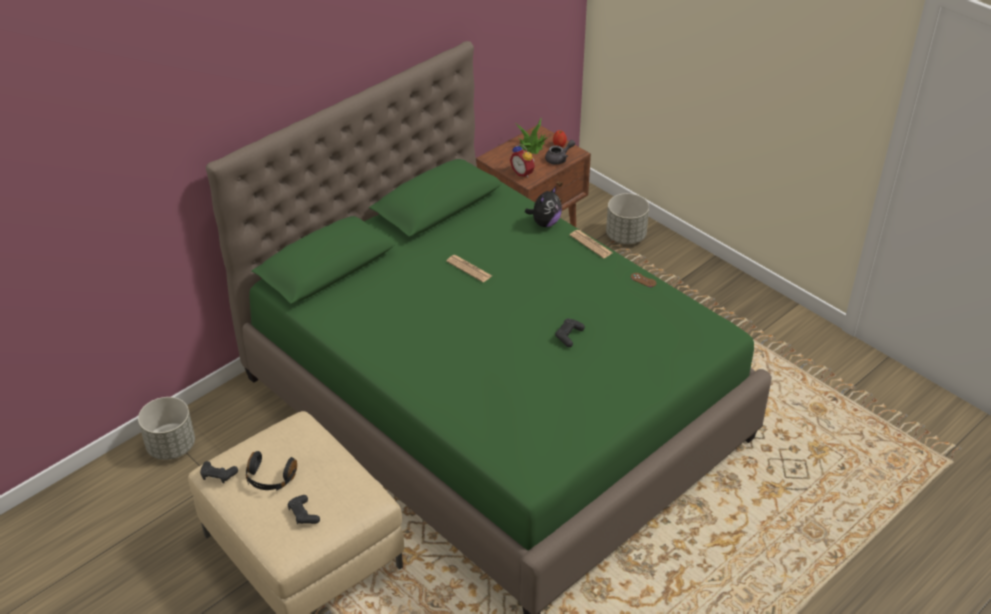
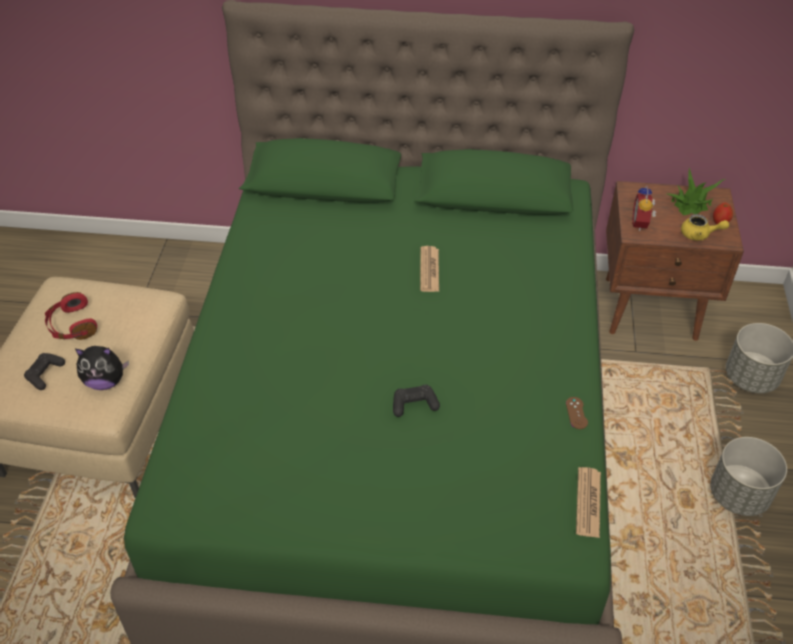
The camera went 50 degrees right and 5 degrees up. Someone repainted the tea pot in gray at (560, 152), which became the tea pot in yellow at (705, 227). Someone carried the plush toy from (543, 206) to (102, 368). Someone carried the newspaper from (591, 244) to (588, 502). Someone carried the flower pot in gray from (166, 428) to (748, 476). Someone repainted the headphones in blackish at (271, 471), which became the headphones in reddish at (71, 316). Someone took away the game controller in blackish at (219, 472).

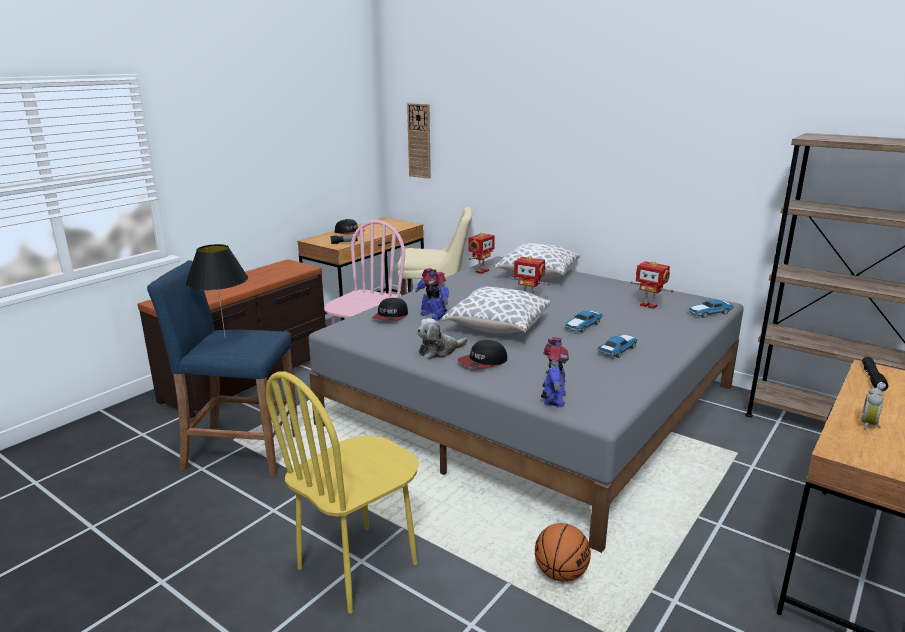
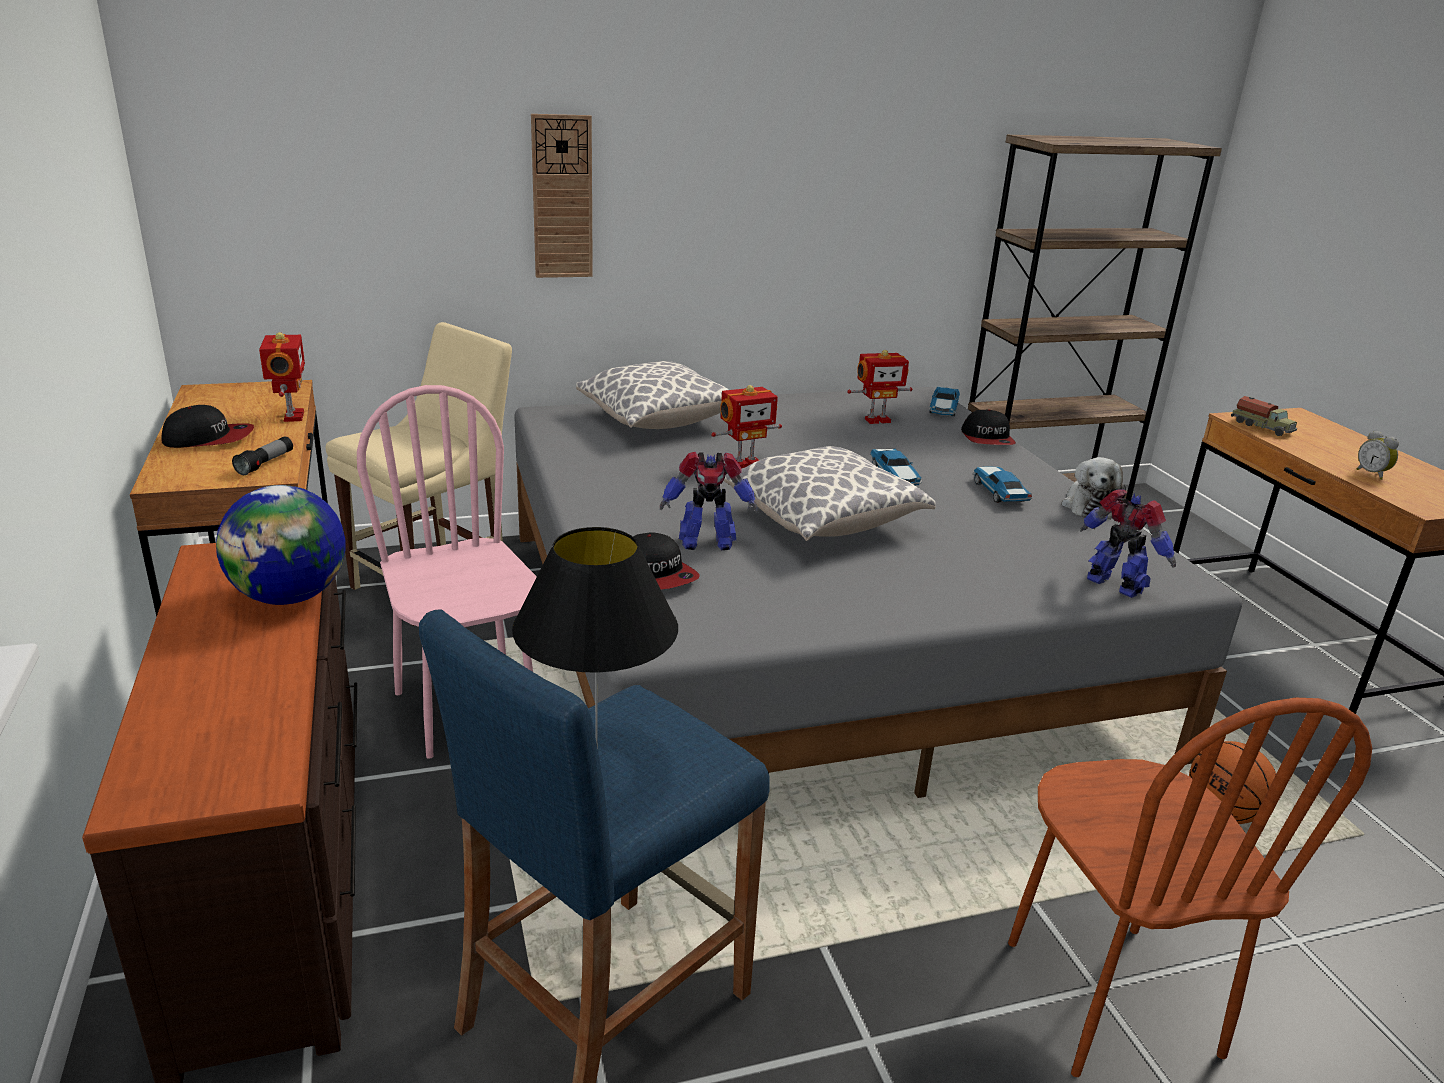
The camera went 55 degrees left and 5 degrees up. Someone carried the clock on the wall from (419, 141) to (562, 196). Someone carried the model robot from (482, 253) to (282, 377). Someone carried the plush toy from (442, 338) to (1093, 488). Someone carried the baseball cap from (482, 354) to (988, 427). Someone swapped the flashlight in blackish at (875, 374) for the toy lorry at (1264, 416). Someone repainted the upright chair in yellow at (342, 493), which became the upright chair in brownish at (1190, 887). Someone put down the world globe at (281, 545).

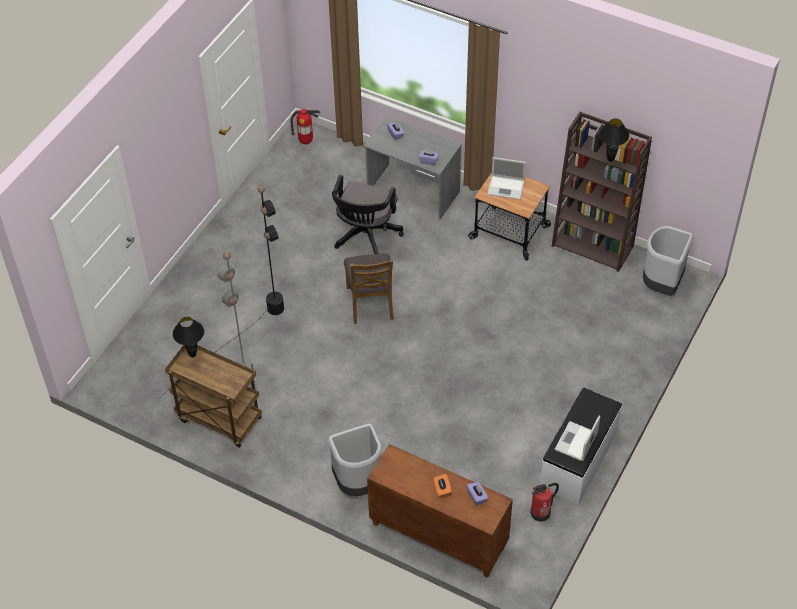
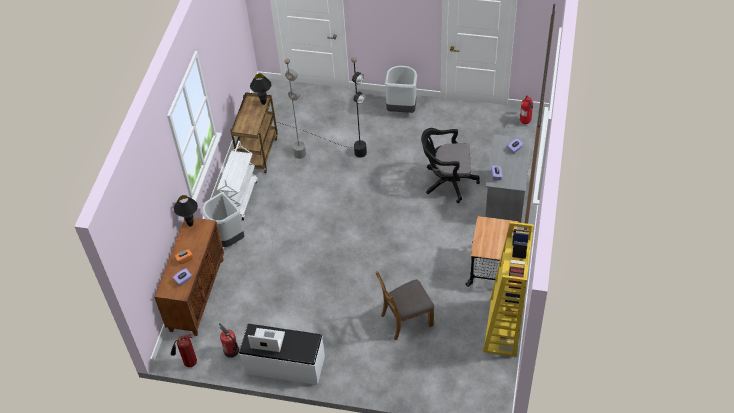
The camera went 75 degrees right and 0 degrees up. Someone repainted the bookshelf in brownish at (602, 192), which became the bookshelf in yellow at (508, 289). Someone carried the tabletop lamp in blackish from (614, 140) to (186, 210). Someone took away the portable computer at (506, 178). Someone carried the trash can in gray from (668, 261) to (401, 89). Someone carried the upright chair in brownish from (368, 288) to (404, 305). Someone put down the wheeled cart in white-coloured at (237, 180). Someone put down the fire-fighting cylinder at (184, 350).

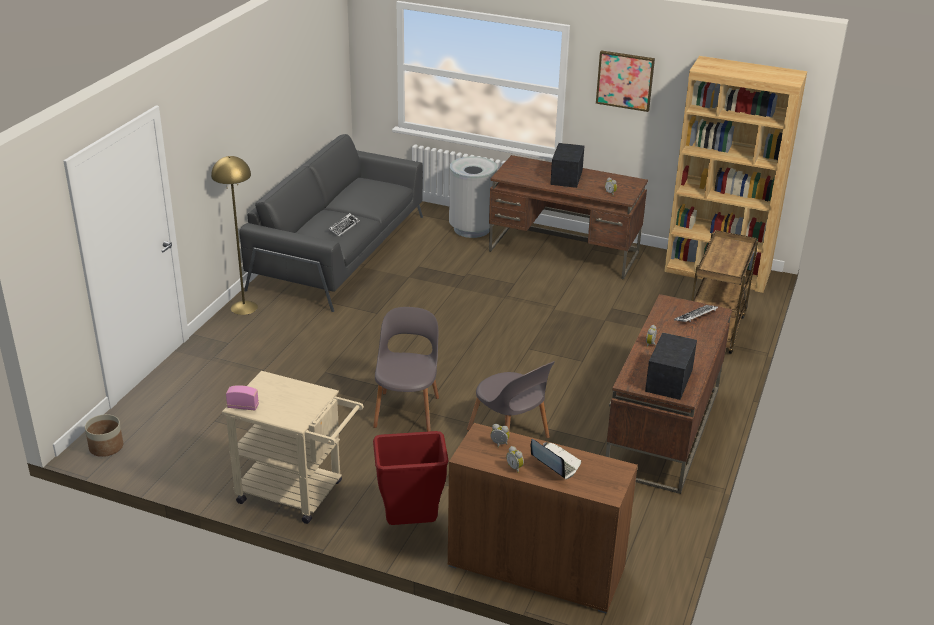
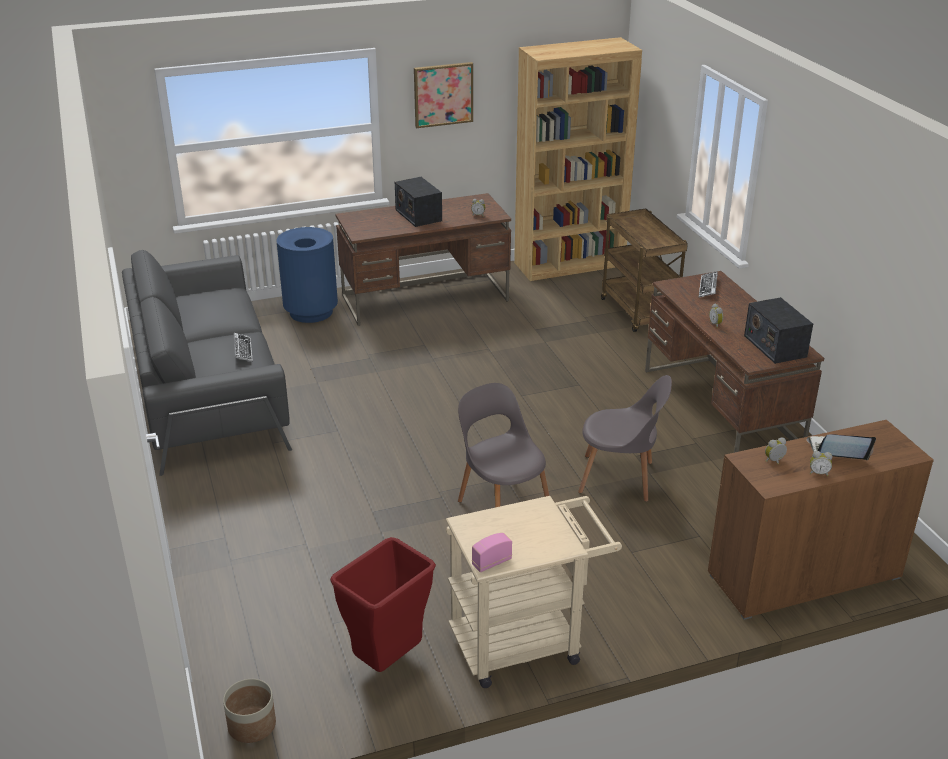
The camera went 40 degrees left and 0 degrees up. Someone took away the floor lamp in yellow at (234, 235). Someone repainted the trash can in gray at (473, 197), which became the trash can in blue-coloured at (307, 275). Someone carried the trash can in reddish from (411, 478) to (383, 604).

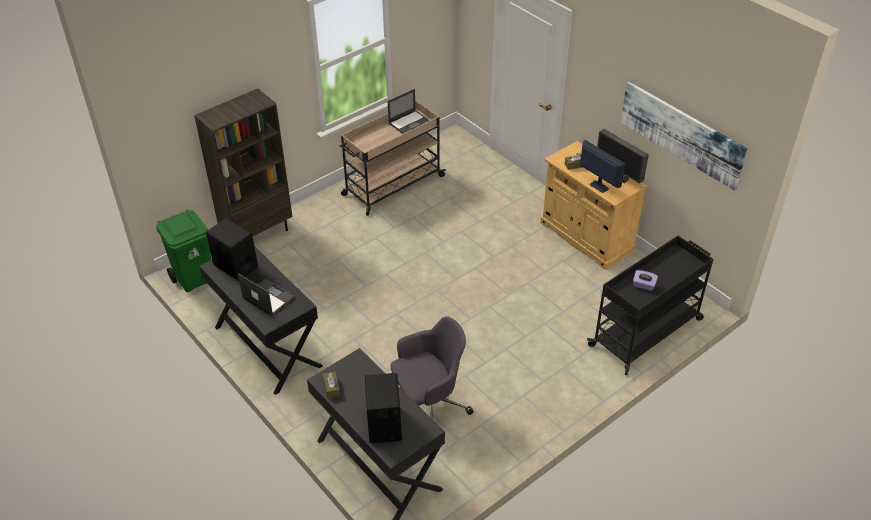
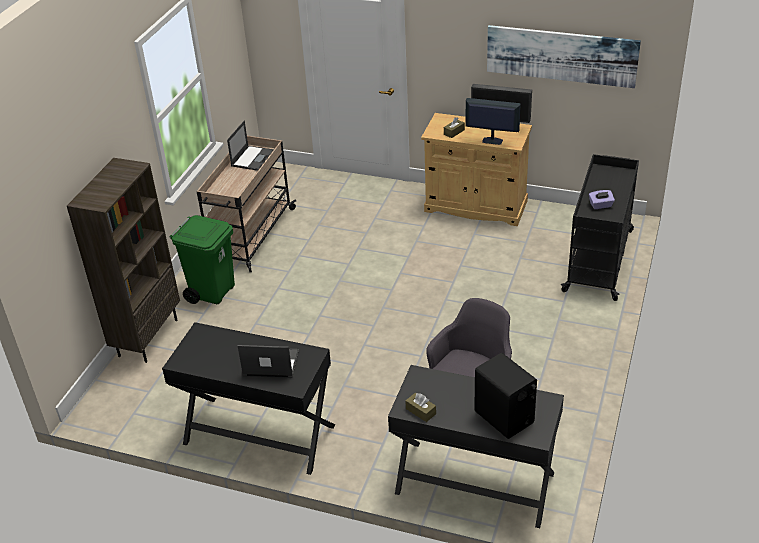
The camera went 30 degrees left and 5 degrees down. Someone carried the trash can in green from (183, 251) to (202, 259). Someone took away the speaker in blackish at (232, 249).

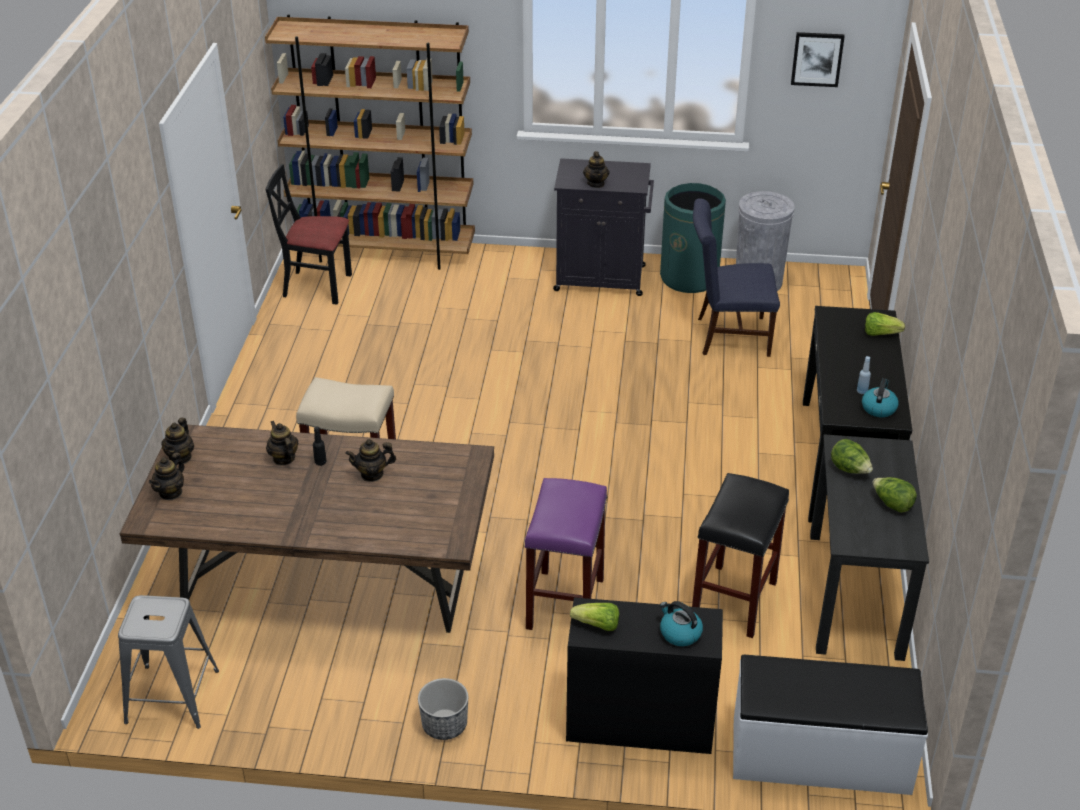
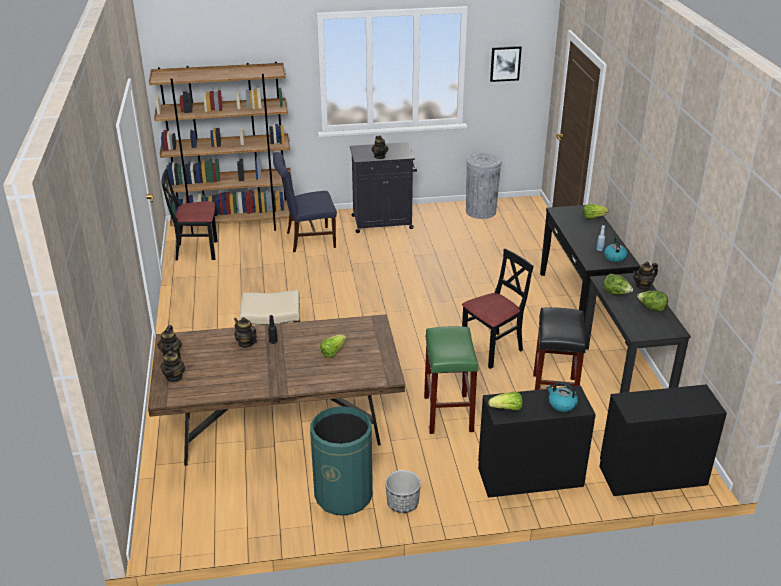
The camera went 15 degrees left and 5 degrees down. Someone carried the trash can in green from (693, 238) to (341, 461). Someone carried the upright chair in blue-coloured from (736, 277) to (305, 202). Someone carried the tea pot from (370, 460) to (645, 275). Someone repainted the stool seat in purple-coloured at (565, 554), which became the stool seat in green at (451, 380). Someone took away the stool seat in gray at (168, 662). Someone swapped the long seat in white-coloured at (830, 725) for the chest of drawers in blackish at (663, 440). Someone put down the upright chair in blackish at (498, 309). Someone put down the lettuce head at (333, 346).

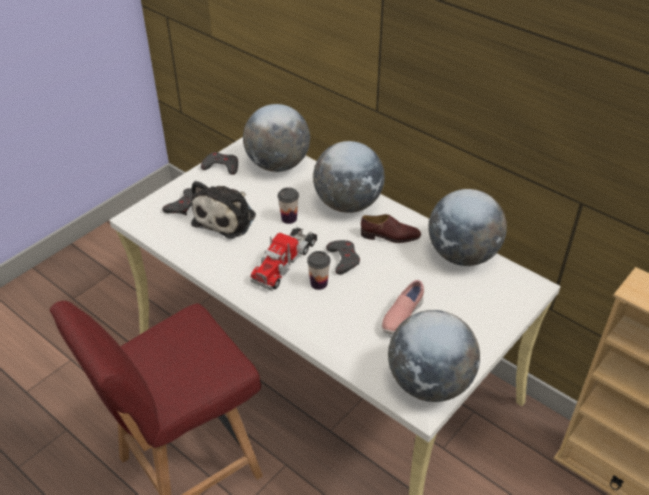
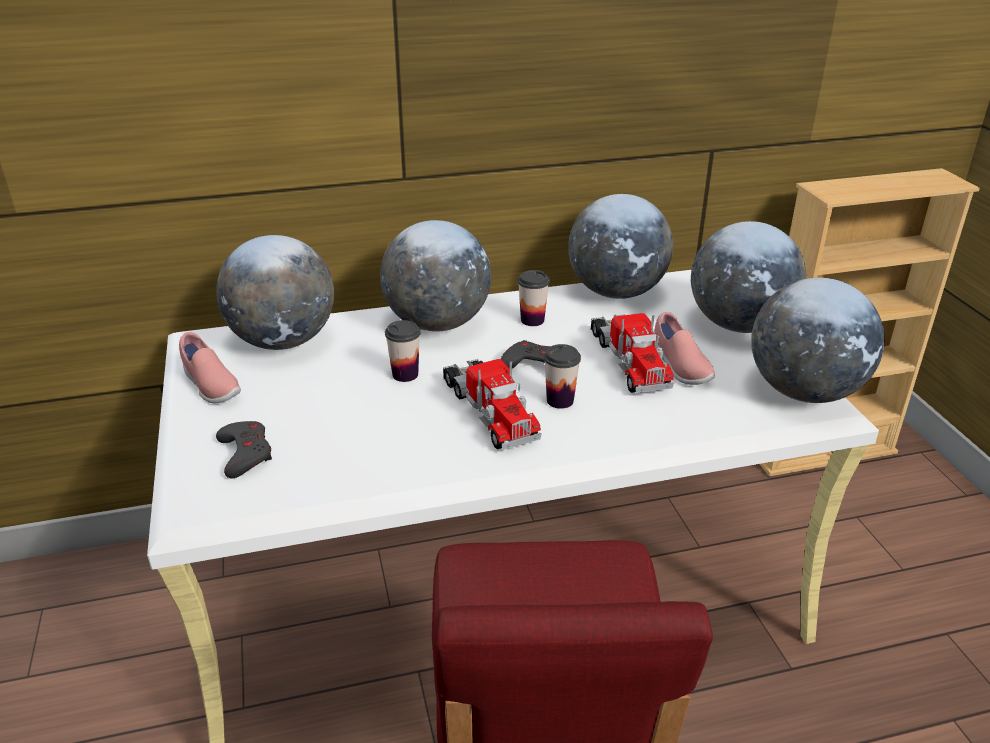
The camera went 55 degrees left and 10 degrees down. Someone swapped the game controller in gray at (219, 163) for the shoe in pink-coloured at (210, 367). Someone took away the plush toy at (223, 210). Someone swapped the shoe in brownish at (391, 228) for the small cup at (534, 298). Someone put down the world globe at (748, 277). Someone put down the toy lorry at (632, 353).

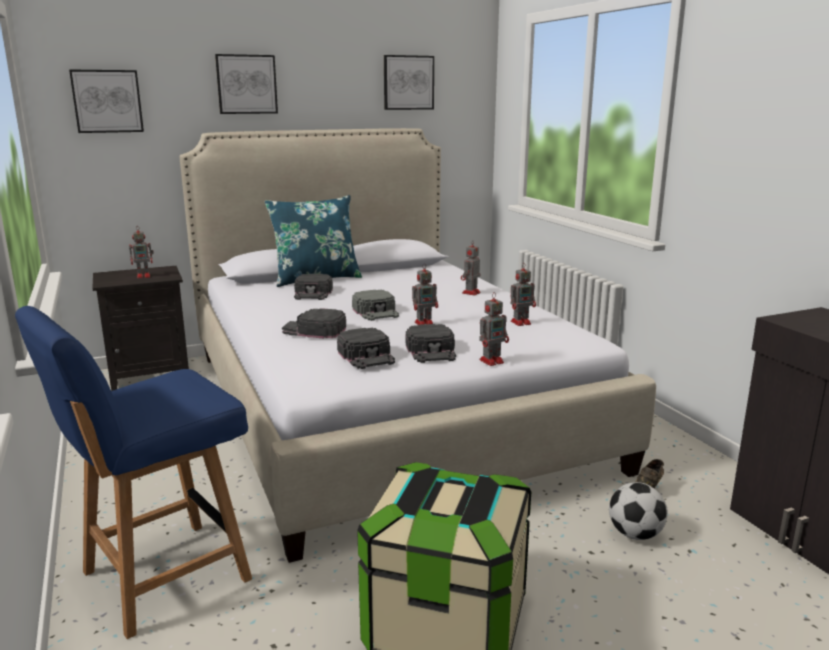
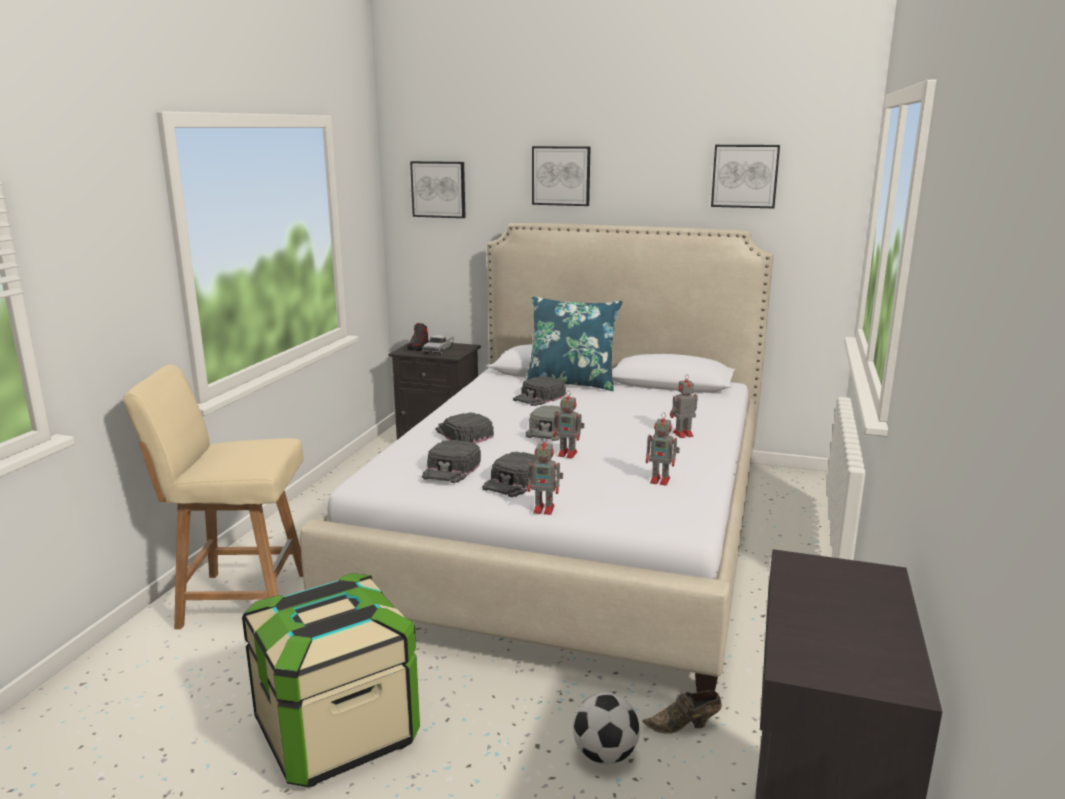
The camera went 40 degrees right and 0 degrees up. Someone swapped the model robot at (141, 252) for the toy lorry at (438, 345). Someone repainted the upright chair in blue-coloured at (133, 472), which became the upright chair in beige at (213, 497). Someone put down the shoe at (418, 337).

